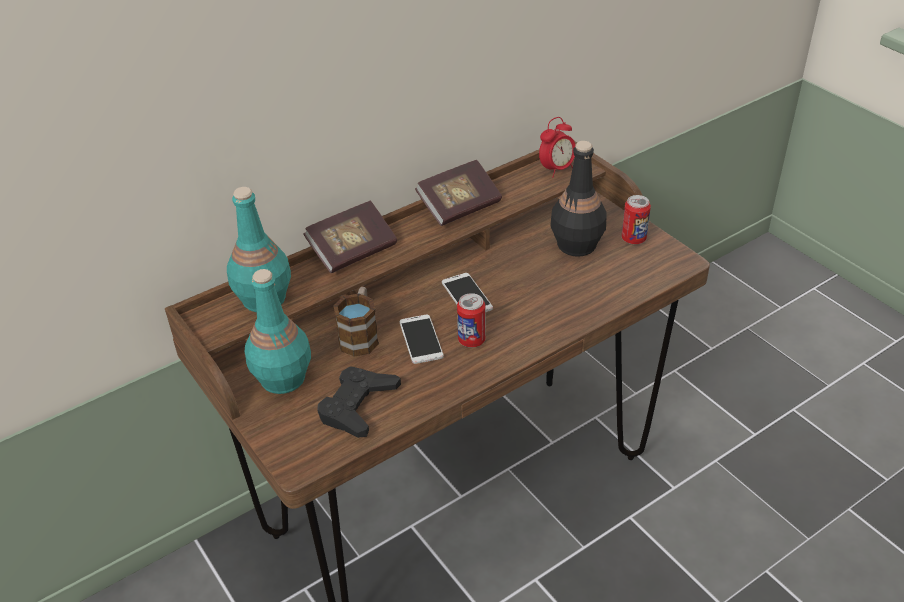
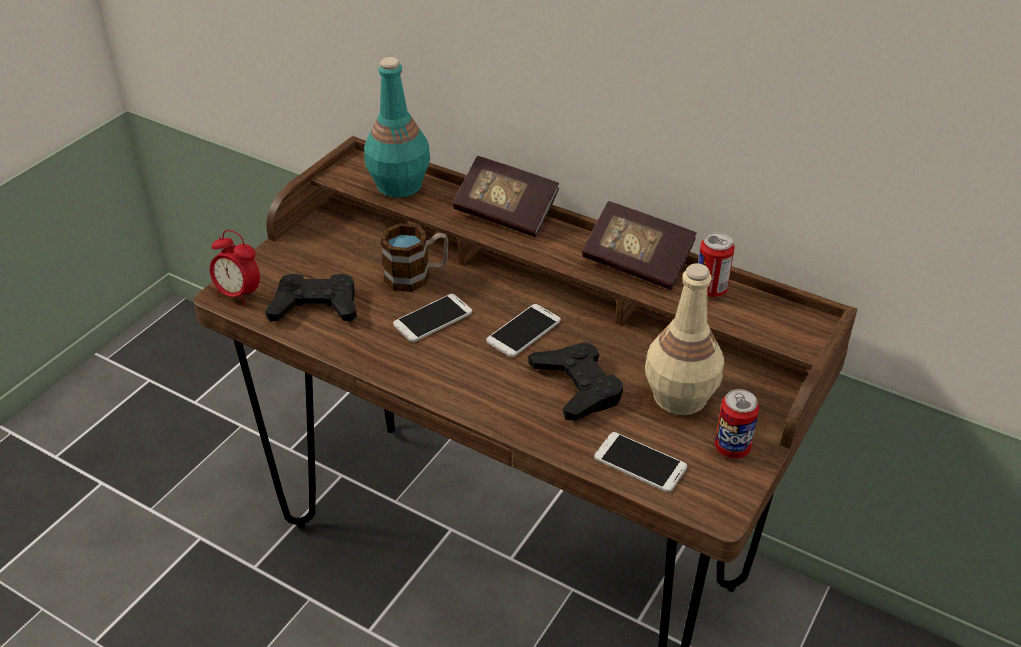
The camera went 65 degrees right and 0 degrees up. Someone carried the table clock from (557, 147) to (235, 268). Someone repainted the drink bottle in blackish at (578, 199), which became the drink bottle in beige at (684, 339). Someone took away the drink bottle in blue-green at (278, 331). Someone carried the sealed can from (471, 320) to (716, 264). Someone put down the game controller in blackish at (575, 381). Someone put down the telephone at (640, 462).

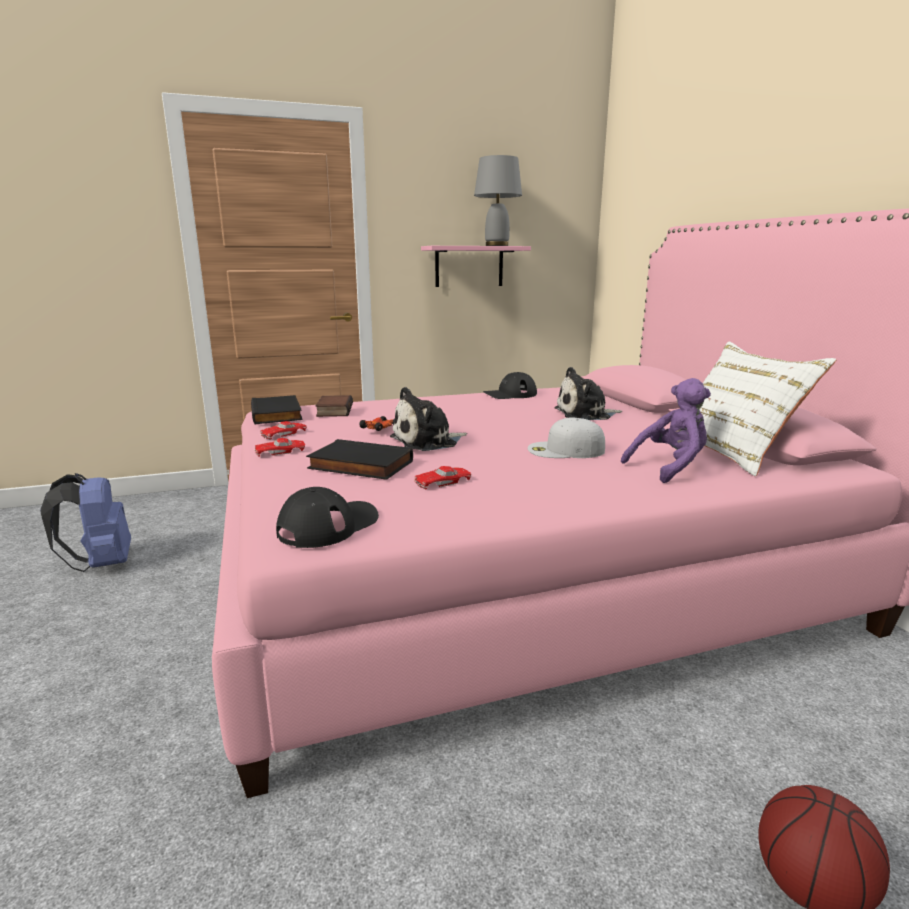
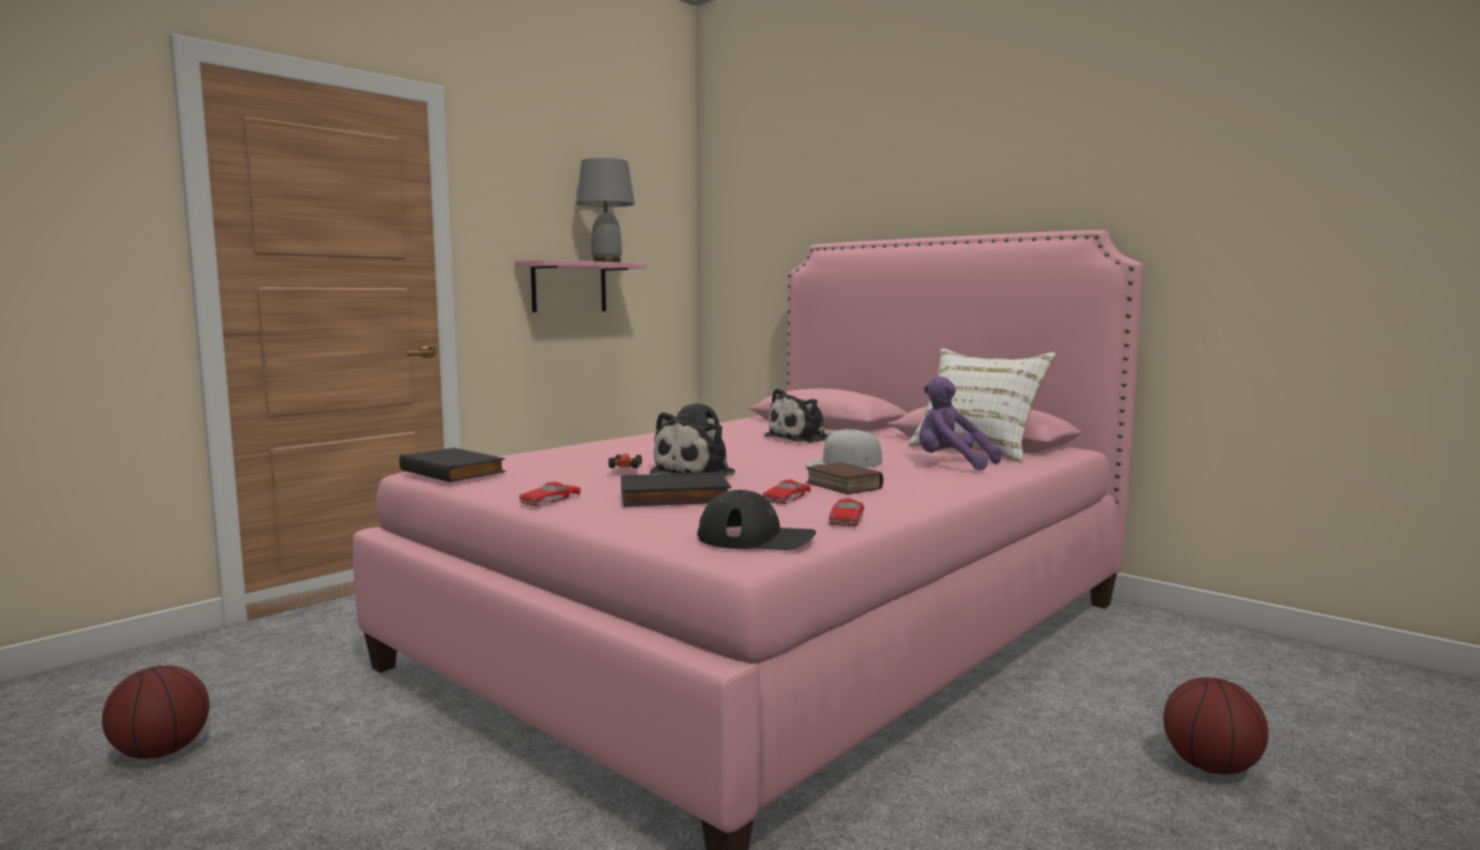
The camera went 30 degrees left and 10 degrees down. Someone rotated the plush toy in purple-coloured at (666, 430) by 90 degrees counterclockwise. Someone carried the volume from (334, 406) to (844, 479). Someone carried the miniature car in reddish from (283, 430) to (846, 512). Someone swapped the backpack in blue-coloured at (85, 522) for the ball for basketball at (156, 712). Someone rotated the baseball cap in blackish at (327, 517) by 90 degrees clockwise.

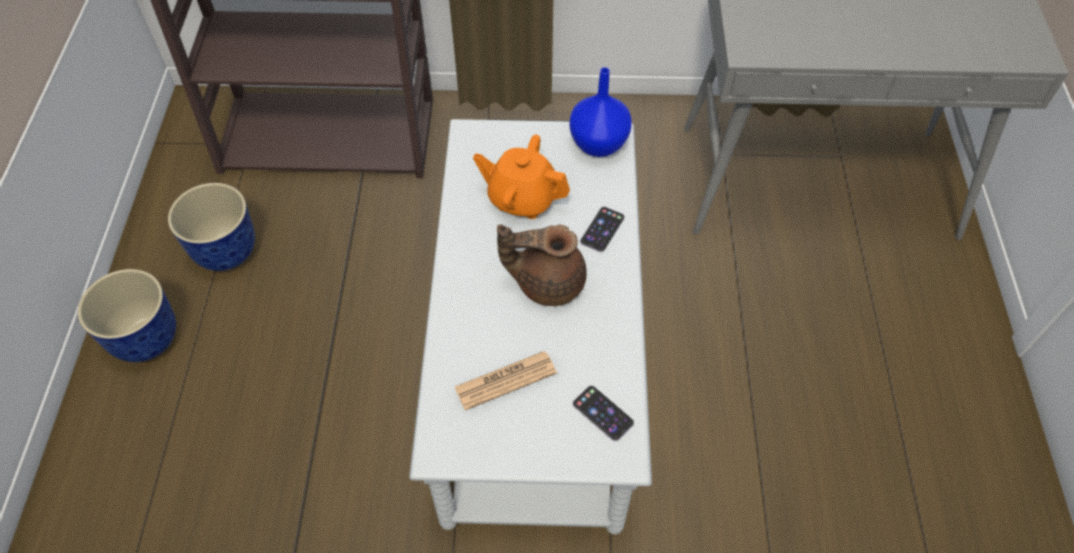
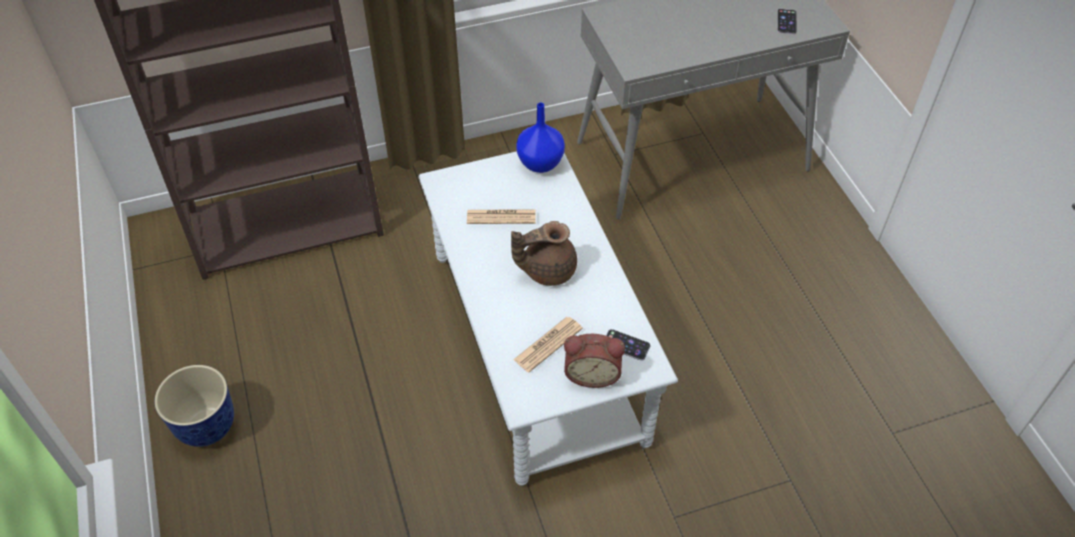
The camera went 20 degrees left and 5 degrees down. Someone swapped the tea pot in orange-coloured at (521, 176) for the newspaper at (501, 216). Someone took away the flower pot at (211, 227). Someone carried the telephone from (602, 229) to (787, 21). Someone put down the table clock at (594, 361).

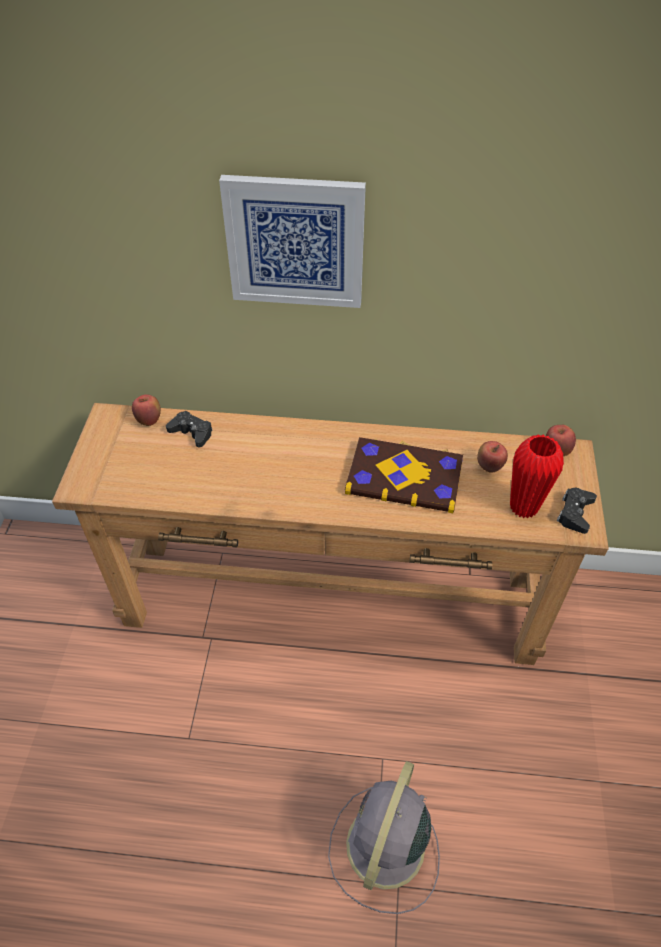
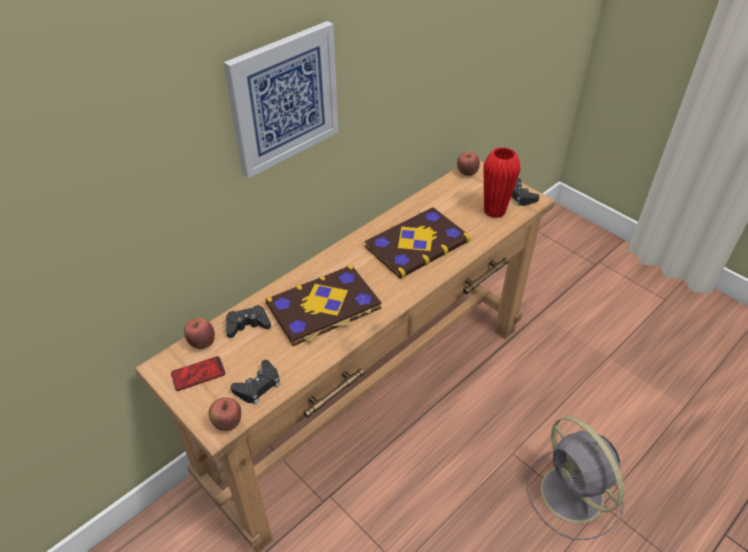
The camera went 50 degrees left and 5 degrees down. Someone carried the whole apple from (492, 457) to (224, 414). Someone put down the volume at (324, 305). Someone put down the telephone at (198, 373). Someone put down the game controller in blackish at (255, 382).

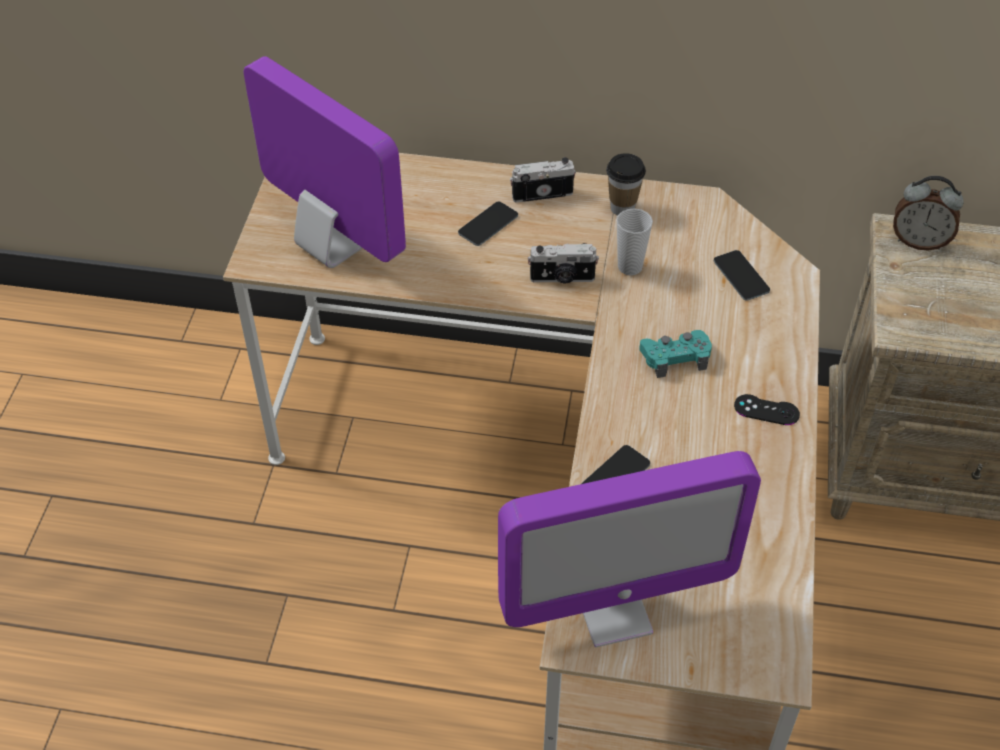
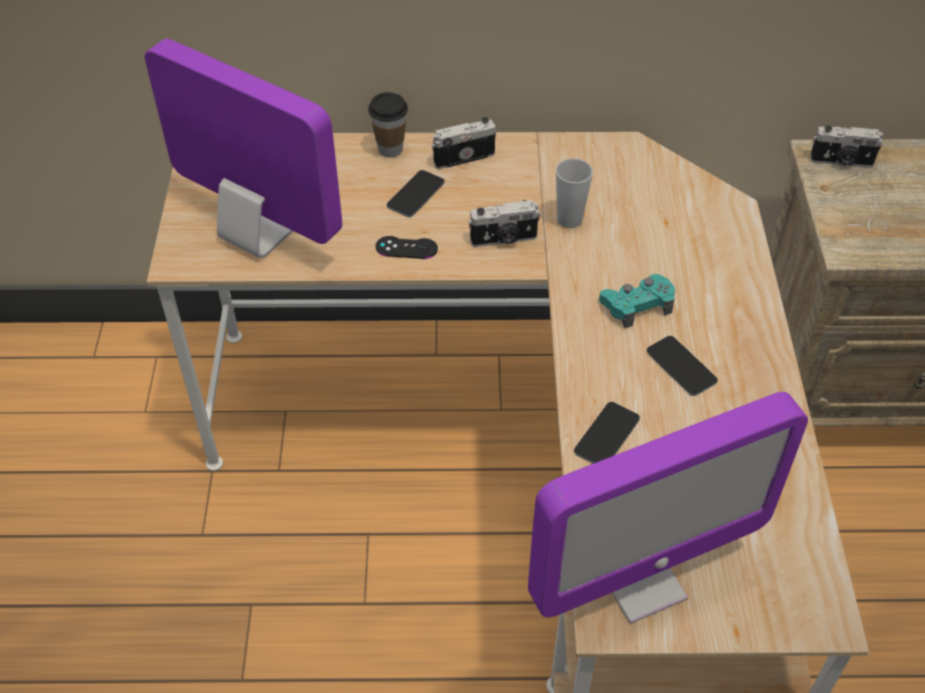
The camera went 10 degrees left and 0 degrees up. Someone carried the small cup from (626, 184) to (388, 124). Someone swapped the table clock at (928, 213) for the photo camera at (846, 147). Someone carried the telephone from (742, 275) to (682, 366). Someone carried the game controller in blackish from (767, 409) to (407, 247).

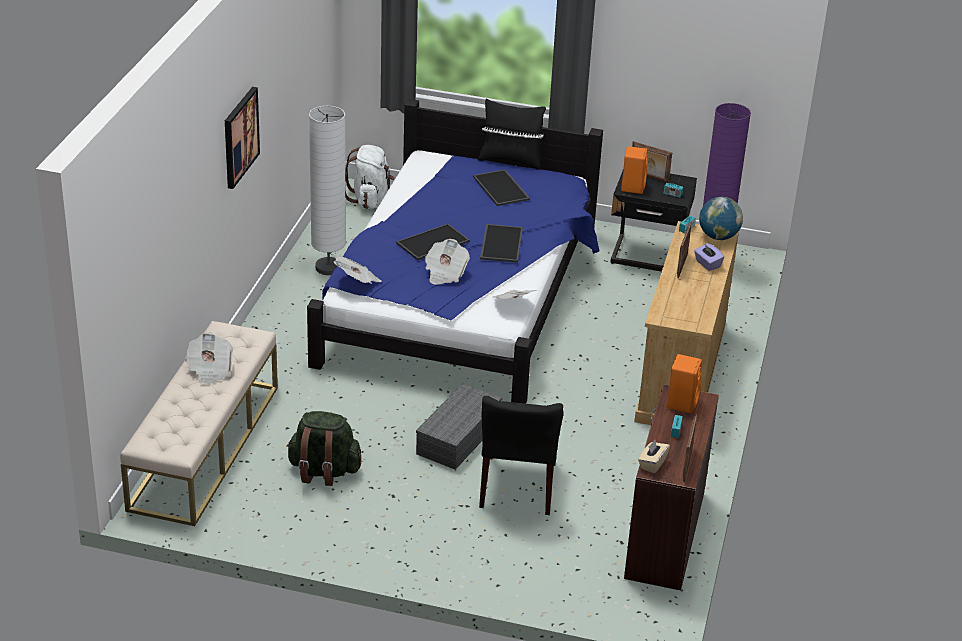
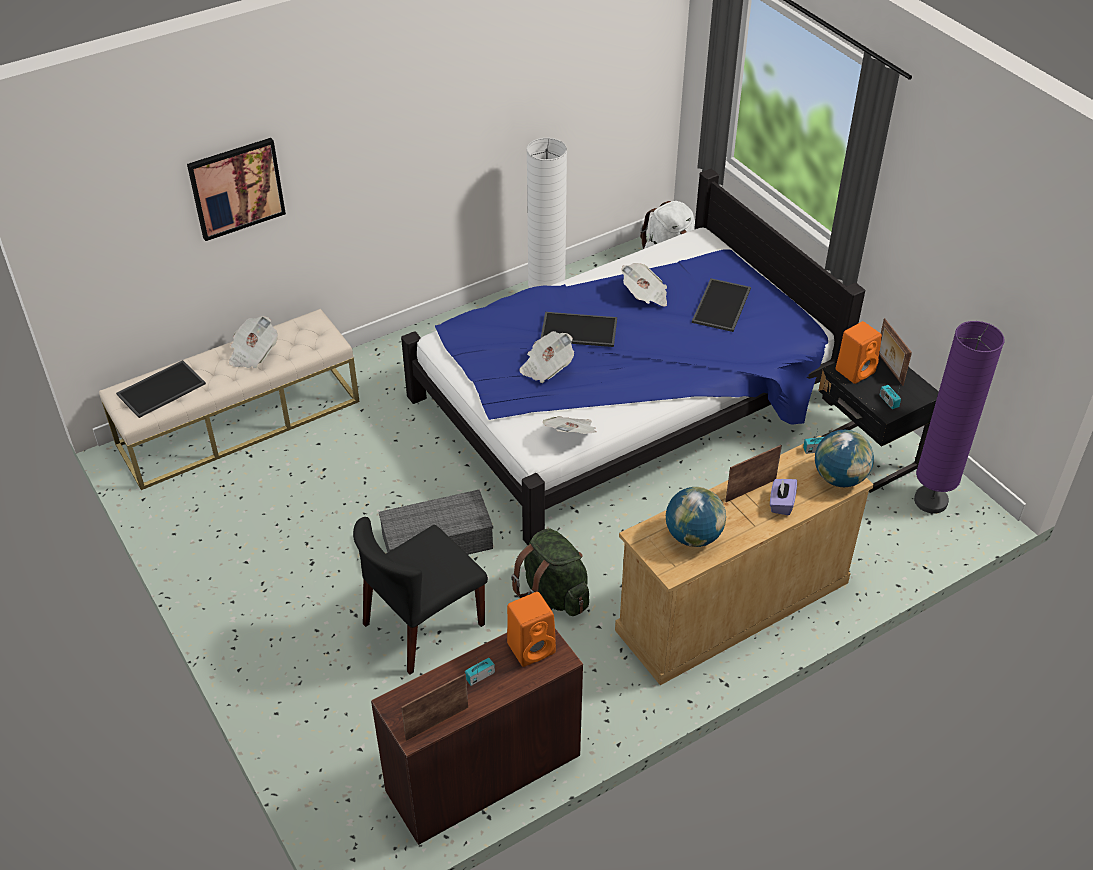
The camera went 45 degrees right and 10 degrees up. Someone carried the picture from (242, 138) to (236, 189). Someone took away the throw pillow in blackish at (512, 134). Someone carried the serving tray from (501, 243) to (161, 389). Someone carried the newspaper from (357, 270) to (644, 285). Someone carried the backpack in green from (323, 448) to (550, 572). Someone took away the tissue box in beige at (654, 456). Someone put down the world globe at (696, 517).

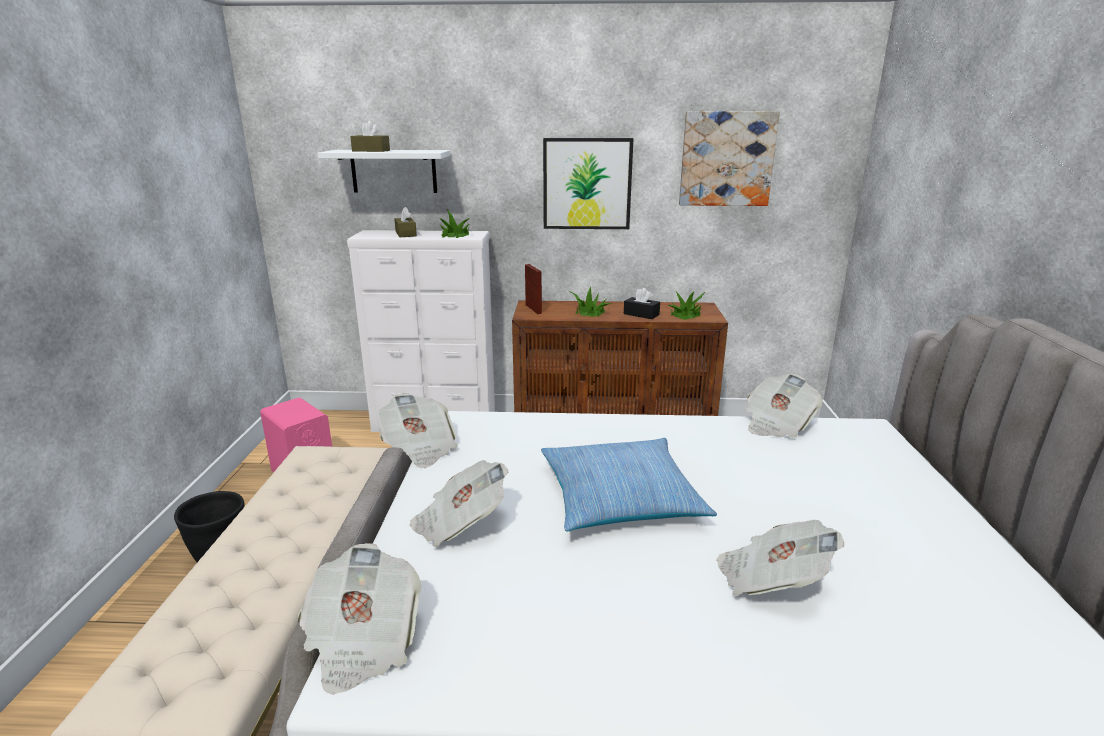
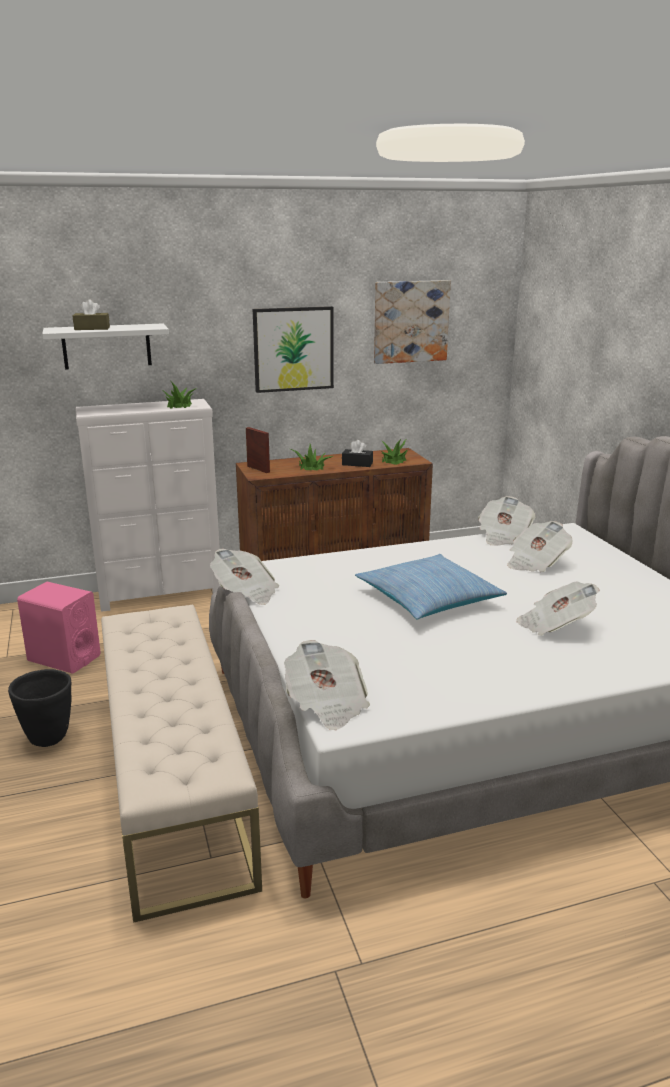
The camera went 20 degrees left and 0 degrees up. Someone took away the tissue box in brownish at (405, 222). Someone carried the newspaper from (459, 503) to (540, 546).

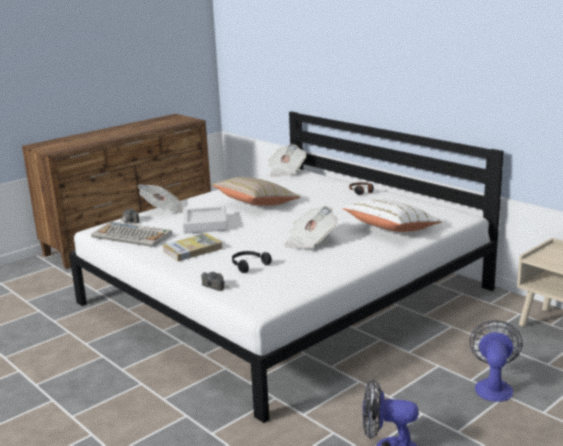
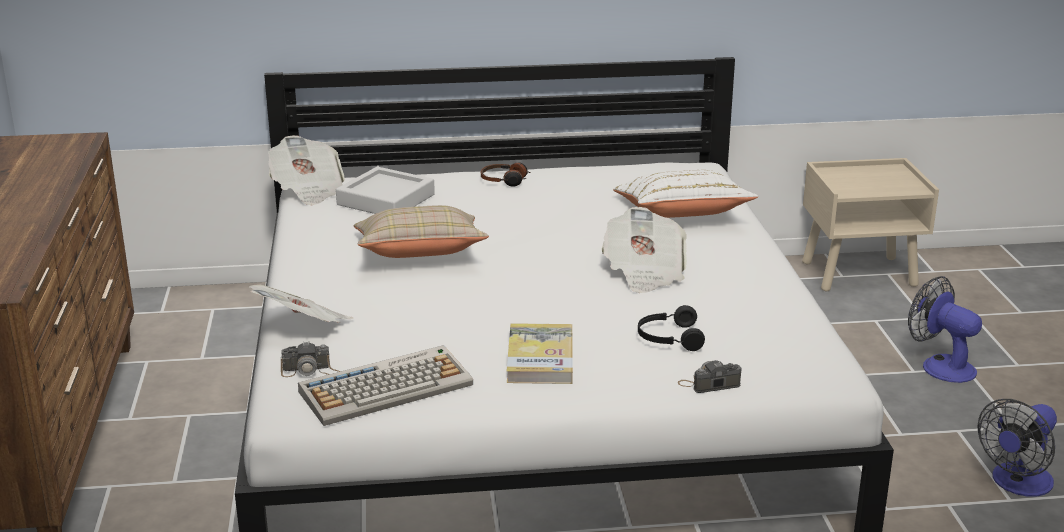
The camera went 55 degrees left and 5 degrees up. Someone carried the serving tray in gray from (205, 220) to (385, 190).

